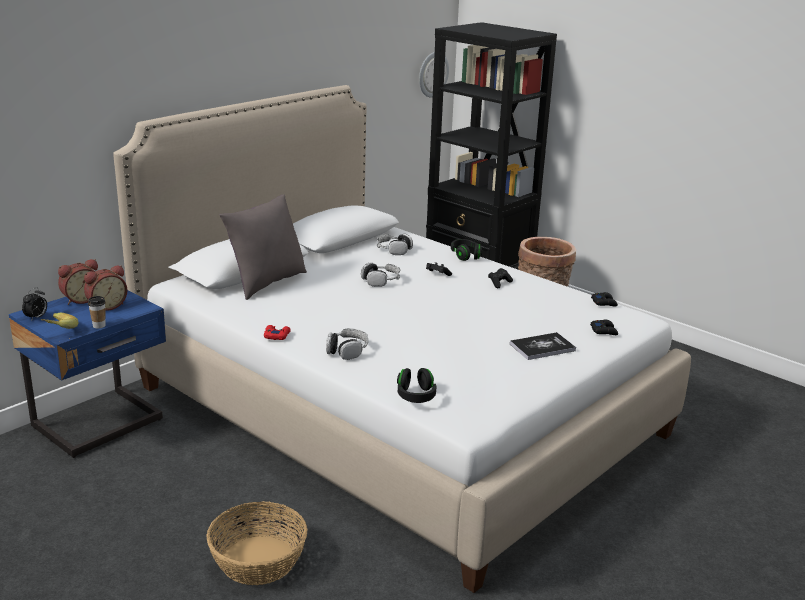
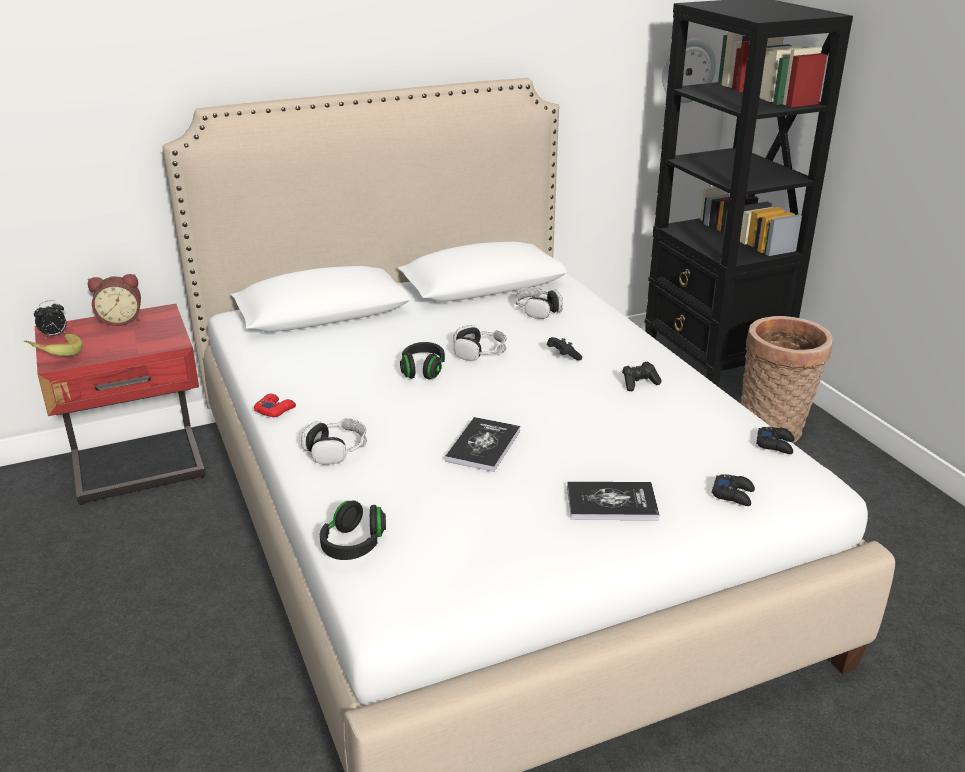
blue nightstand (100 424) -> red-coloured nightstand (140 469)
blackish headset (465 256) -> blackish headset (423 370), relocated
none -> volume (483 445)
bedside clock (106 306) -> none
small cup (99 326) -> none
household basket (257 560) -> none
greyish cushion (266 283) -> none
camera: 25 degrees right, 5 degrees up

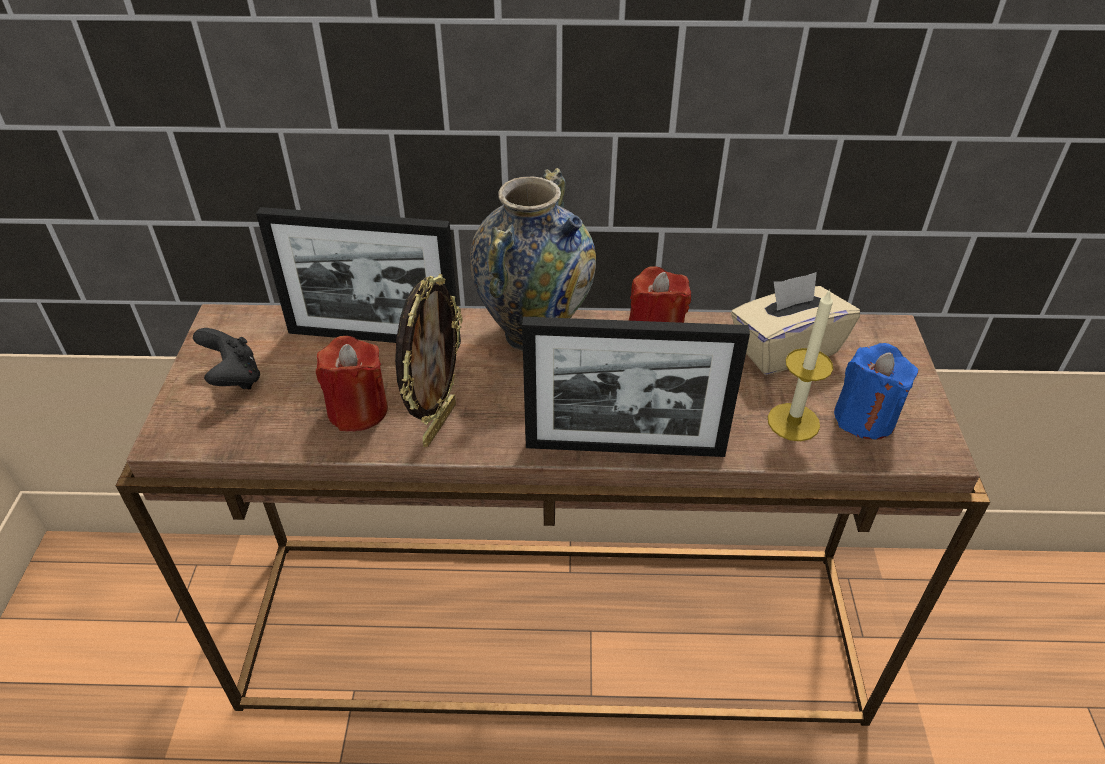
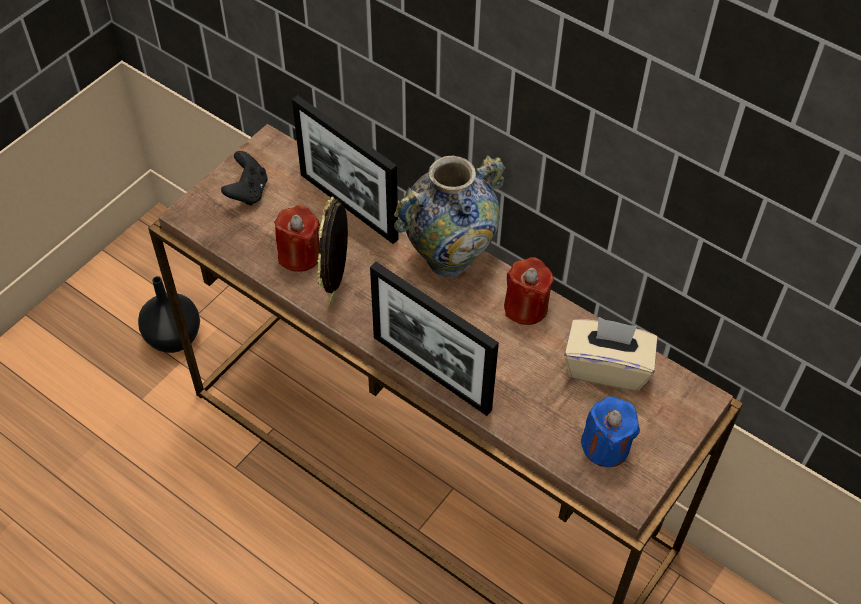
none -> blackish vase (174 337)
photo frame (437 423) -> photo frame (337 291), 135 degrees clockwise
wax light (793 422) -> none
camera: 35 degrees right, 10 degrees up

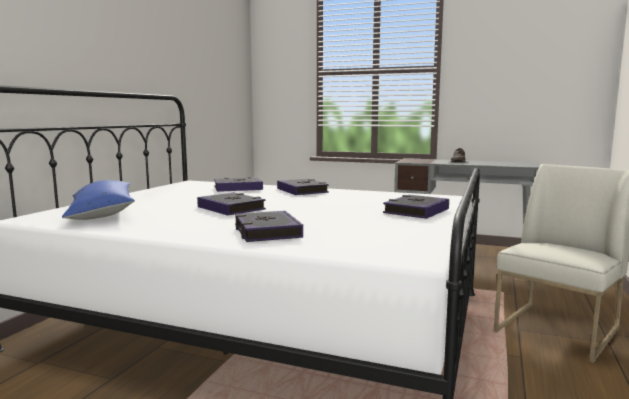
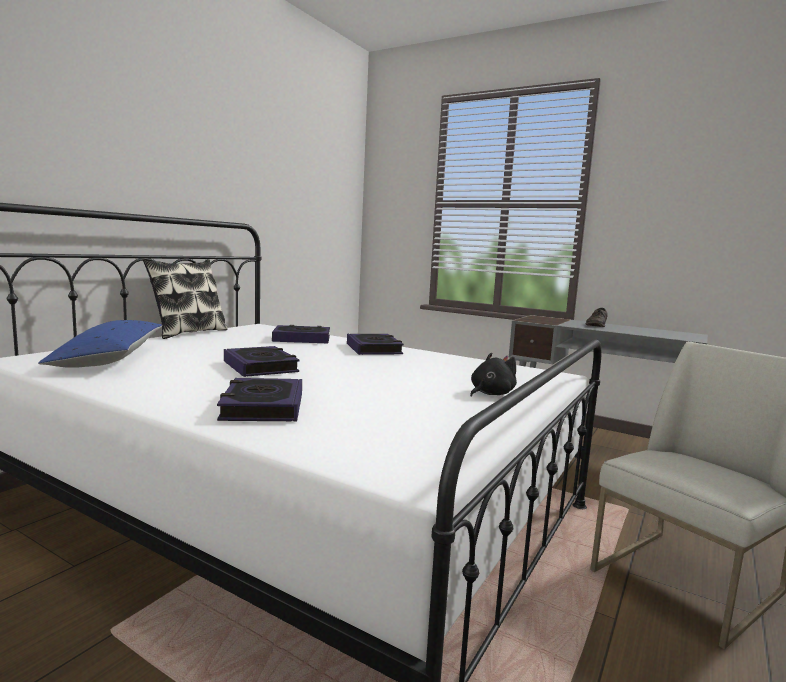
none -> cushion (188 333)
volume (416 211) -> blackish cuddly toy (490 394)
camera: 10 degrees right, 0 degrees up

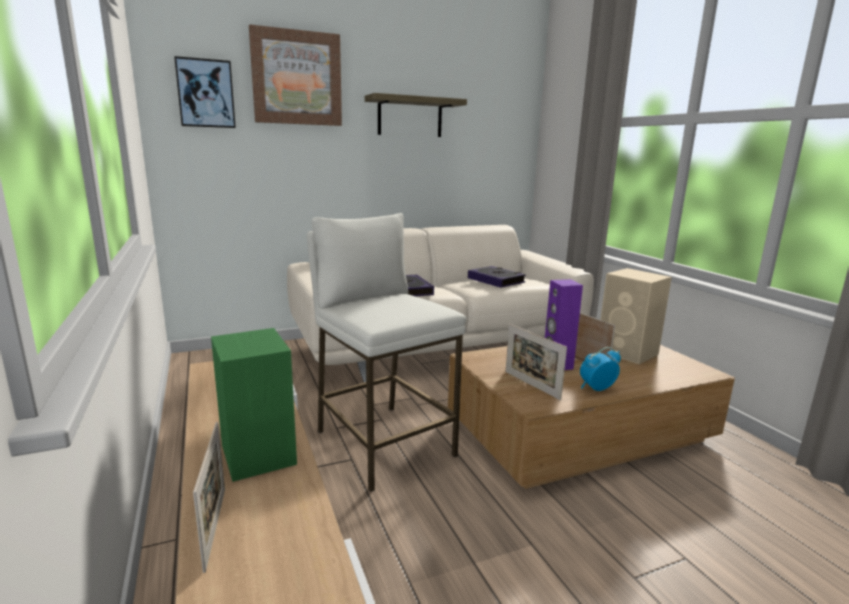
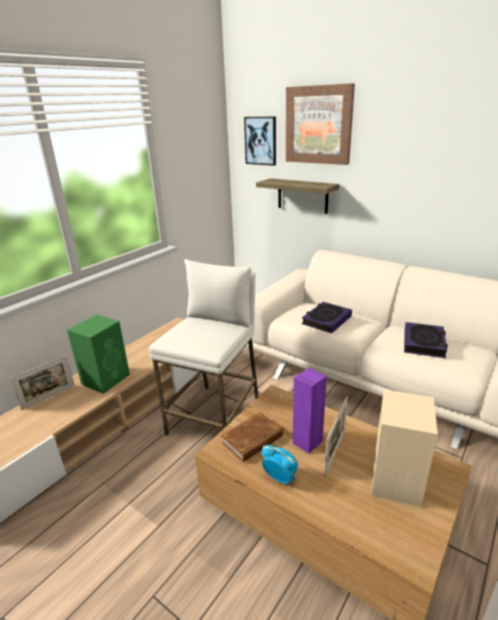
photo frame (531 385) -> brownish volume (253 439)
shelf (410 117) -> shelf (302 195), relocated
camera: 60 degrees right, 10 degrees up

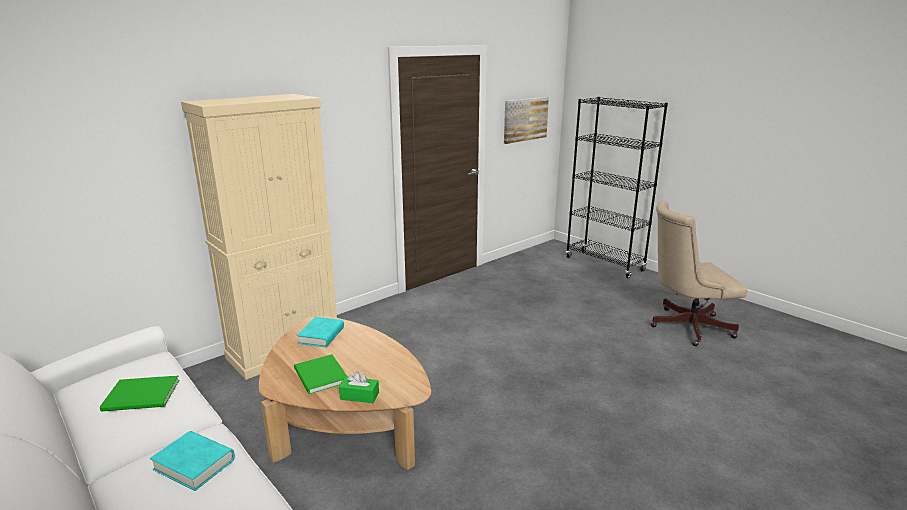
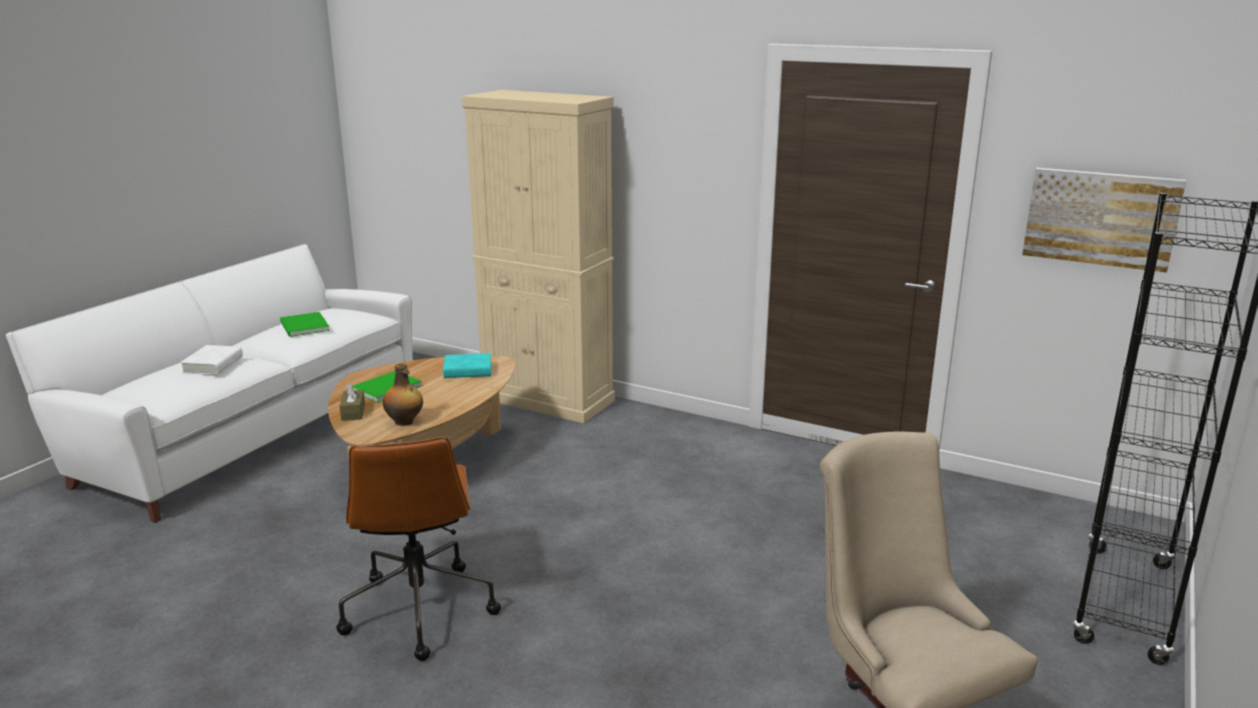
turquoise volume (194 464) -> white-coloured volume (213 365)
none -> brownish computer chair (418 609)
green-coloured box of tissues (359 396) -> brownish box of tissues (353 412)
none -> beverage bottle (404 422)
camera: 70 degrees right, 0 degrees up

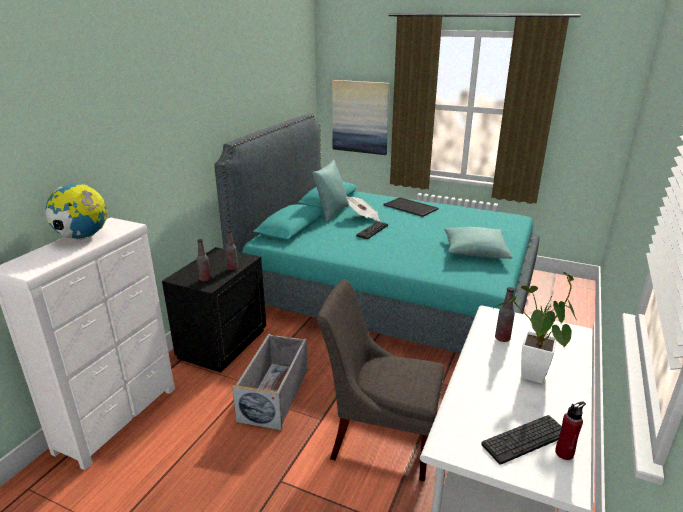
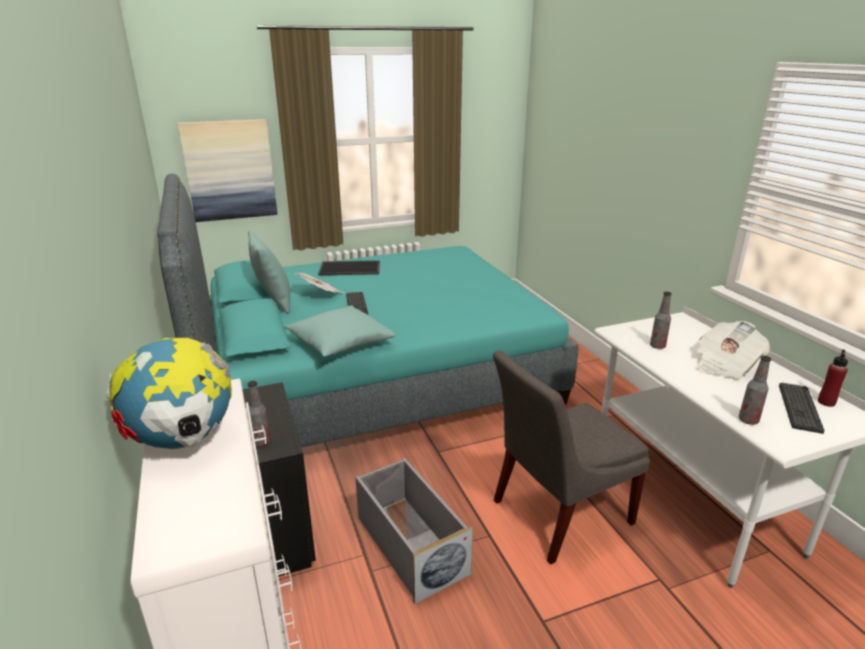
turquoise cushion (475 251) -> turquoise cushion (340 343), relocated
potted plant (531 379) -> printed paper (725 365)
beverage bottle (232 268) -> beverage bottle (748 420), relocated
camera: 45 degrees left, 0 degrees up

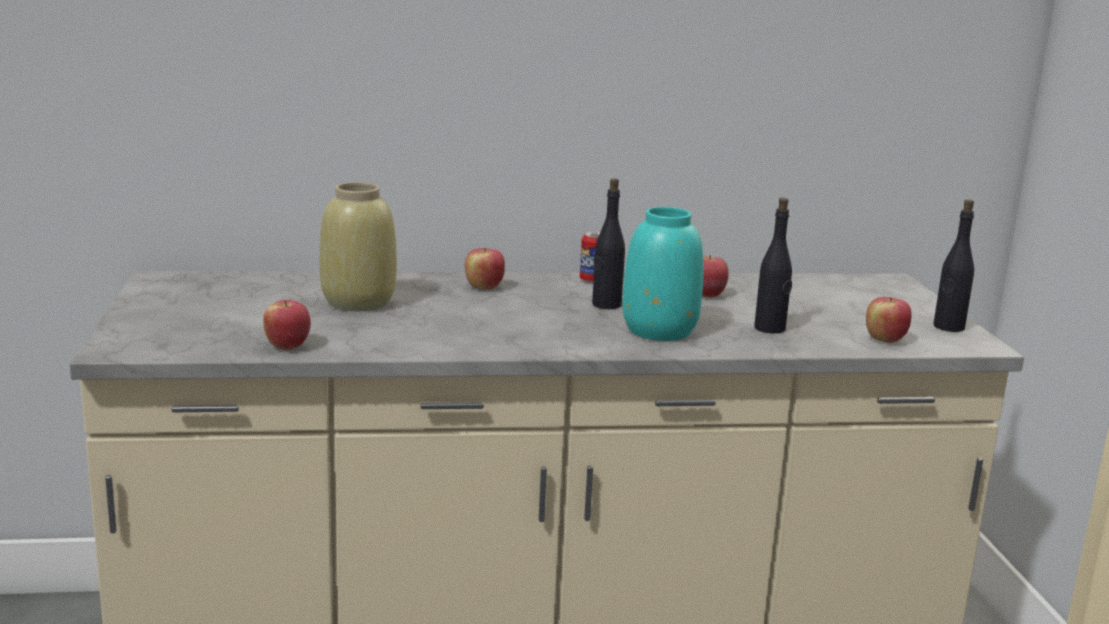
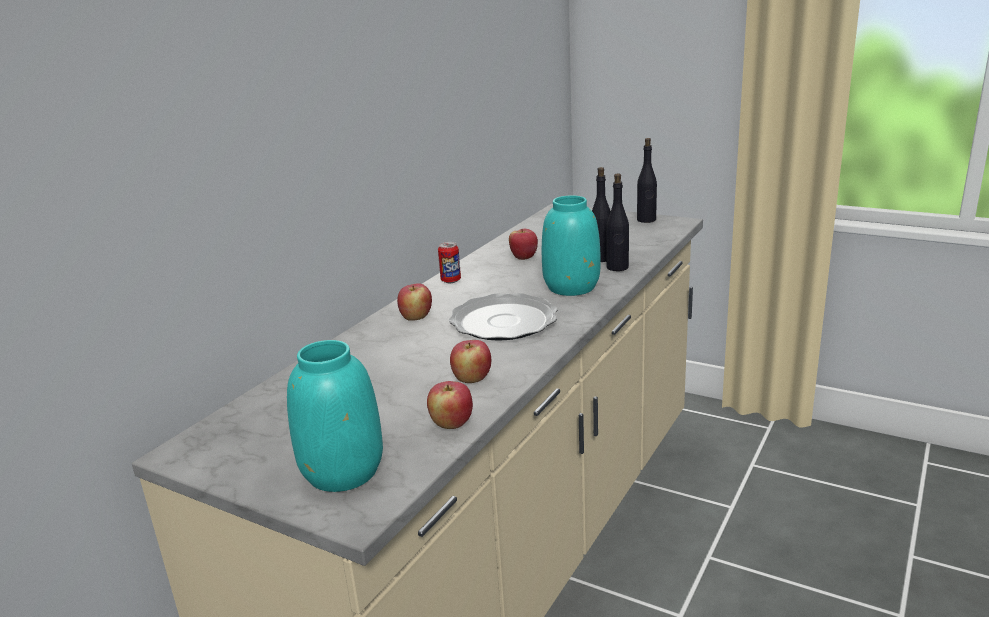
none -> turquoise vase (344 471)
none -> dinner plate (504 321)
apple (885 340) -> apple (472 379), relocated
blackish beverage bottle (606 305) -> blackish beverage bottle (617 267), relocated
sand-coloured vase (357 302) -> none
camera: 50 degrees left, 5 degrees up

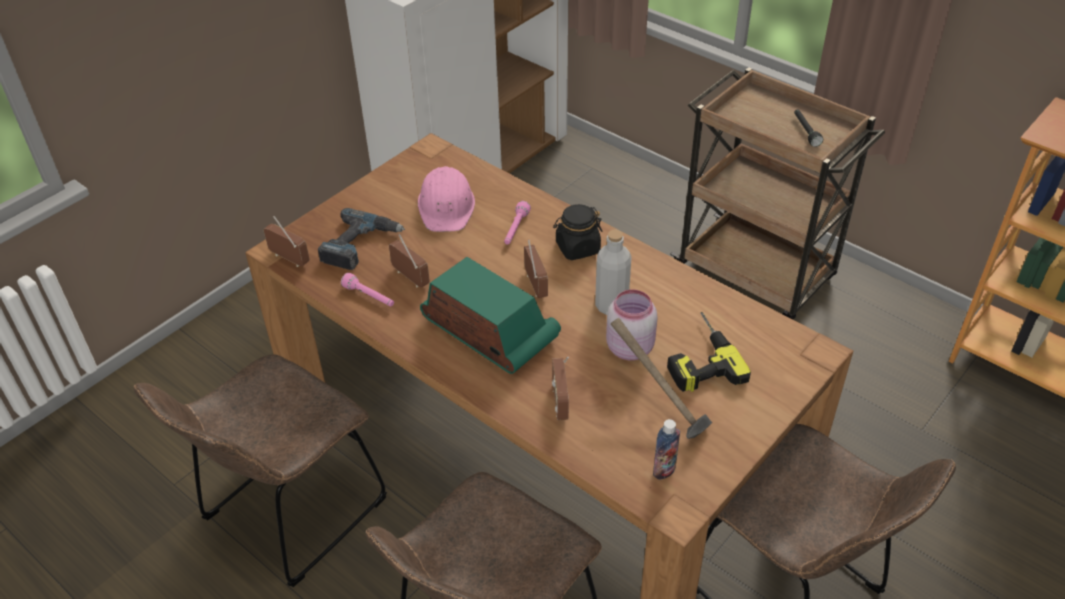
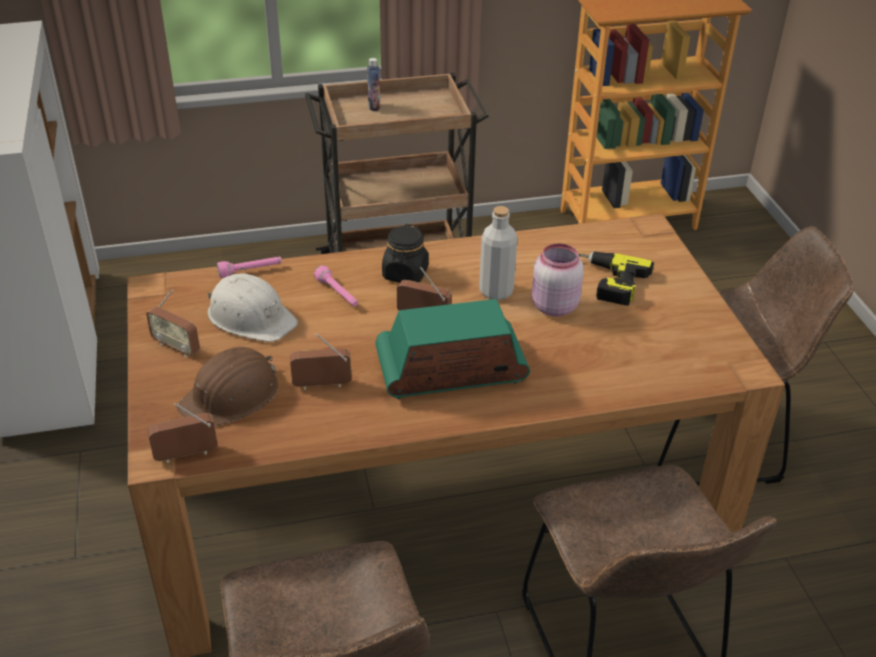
radio (561 403) -> radio (176 347), relocated
power drill (360 245) -> brownish work helmet (232 396)
pink work helmet (446 206) -> white-coloured work helmet (251 317)
pink torch (369 297) -> pink torch (250 271), relocated
beverage bottle (664 470) -> beverage bottle (374 107), relocated
hammer (658 410) -> none
blackish torch (805 131) -> none
camera: 55 degrees left, 5 degrees down

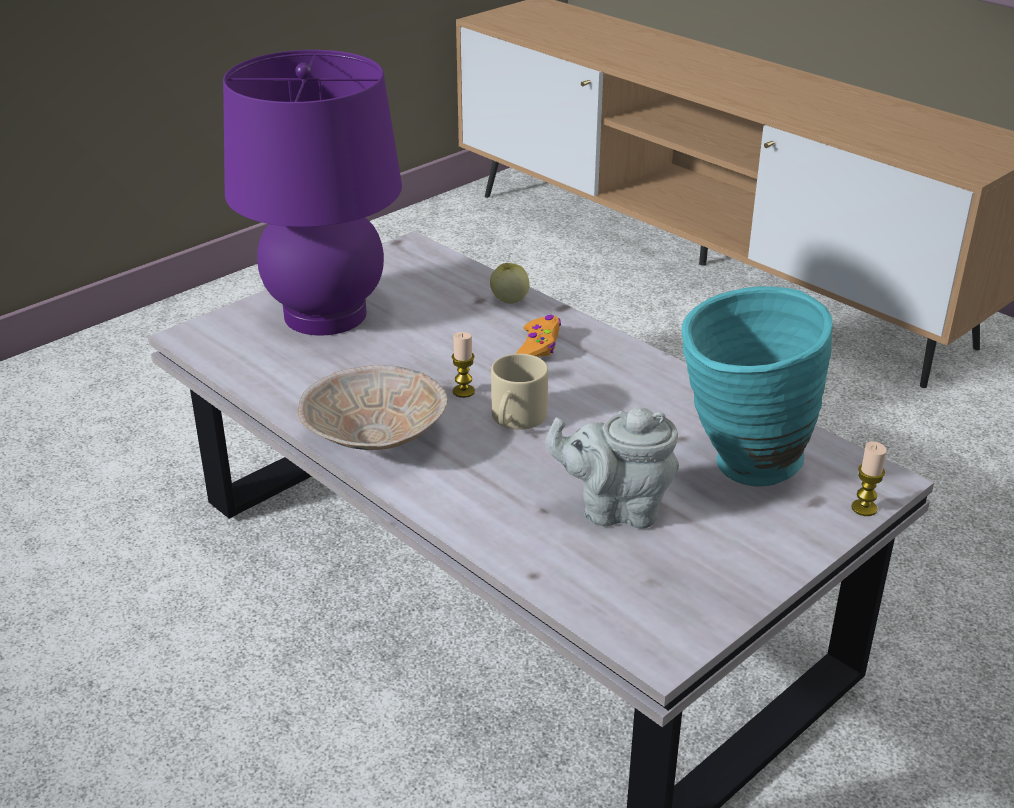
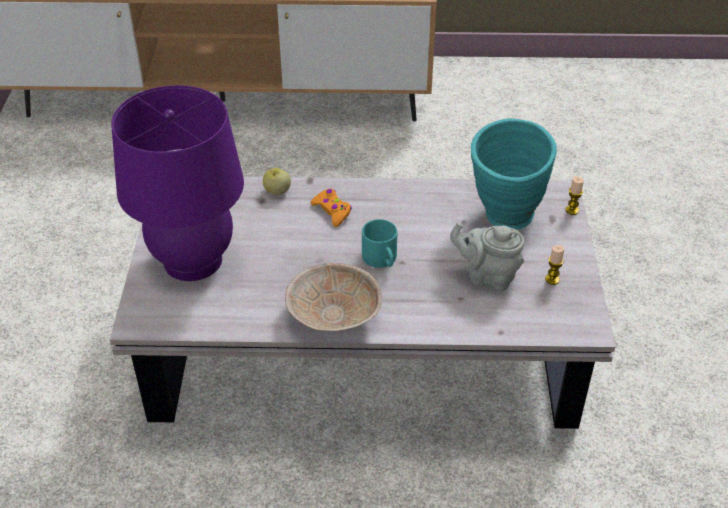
sand-coloured coffee mug (516 420) -> turquoise coffee mug (382 259)
greyish pot for tea (615 509) -> greyish pot for tea (487 277), 60 degrees clockwise
wax light (463 391) -> wax light (552 279), relocated
camera: 45 degrees left, 10 degrees up

